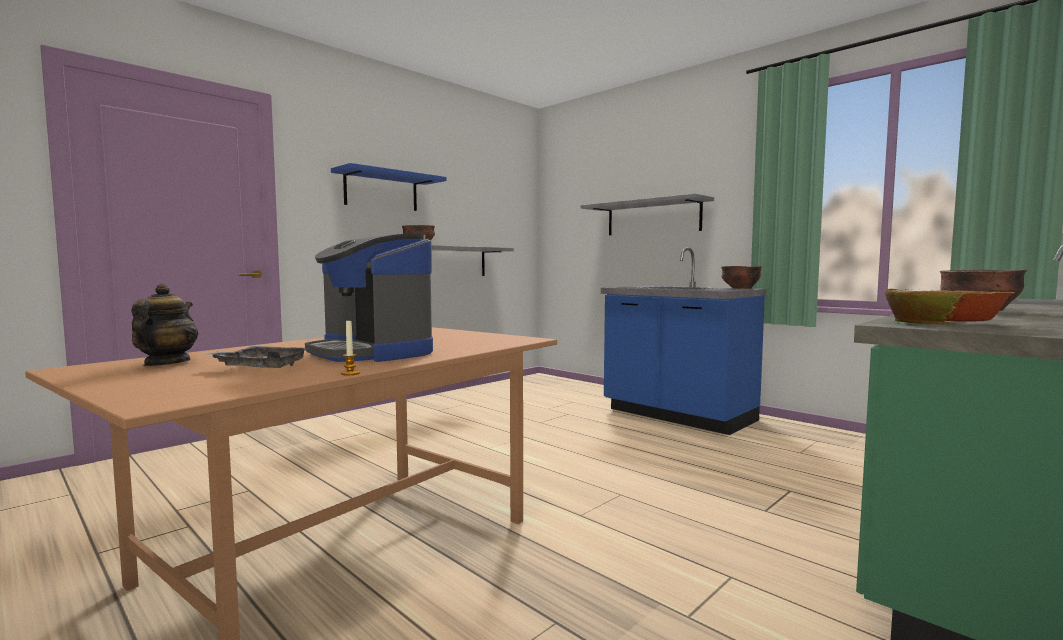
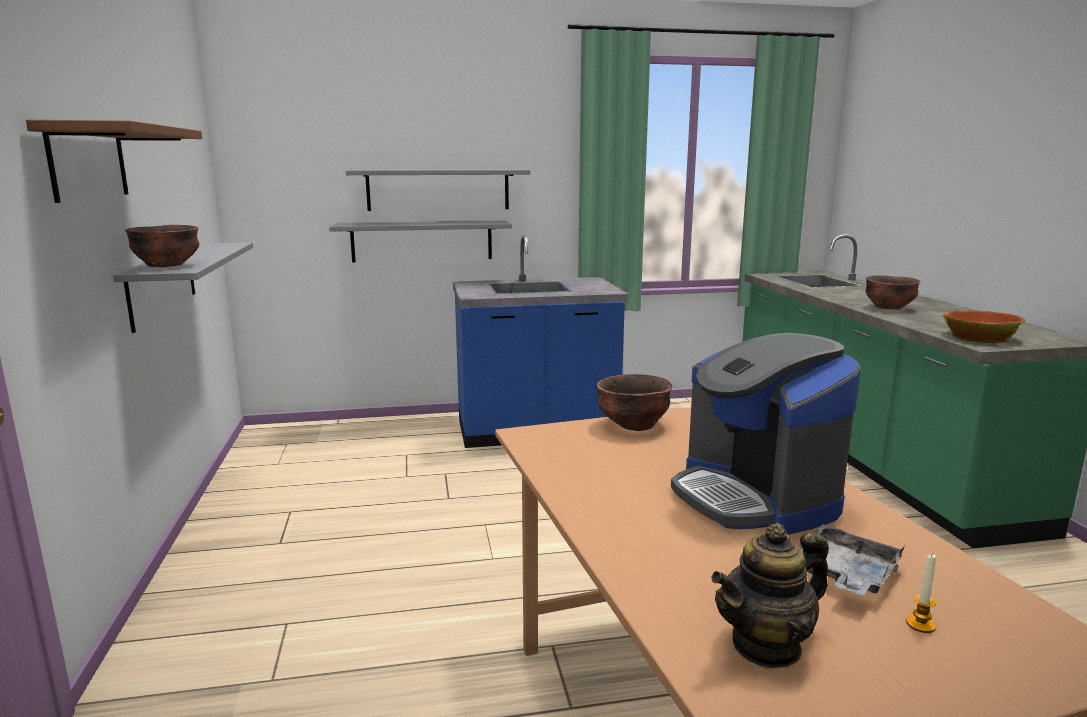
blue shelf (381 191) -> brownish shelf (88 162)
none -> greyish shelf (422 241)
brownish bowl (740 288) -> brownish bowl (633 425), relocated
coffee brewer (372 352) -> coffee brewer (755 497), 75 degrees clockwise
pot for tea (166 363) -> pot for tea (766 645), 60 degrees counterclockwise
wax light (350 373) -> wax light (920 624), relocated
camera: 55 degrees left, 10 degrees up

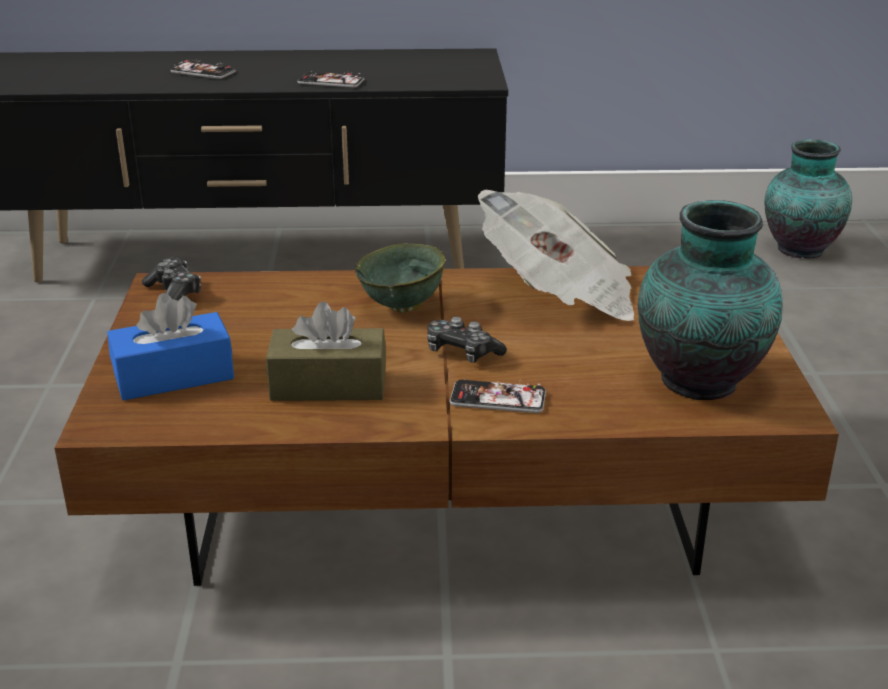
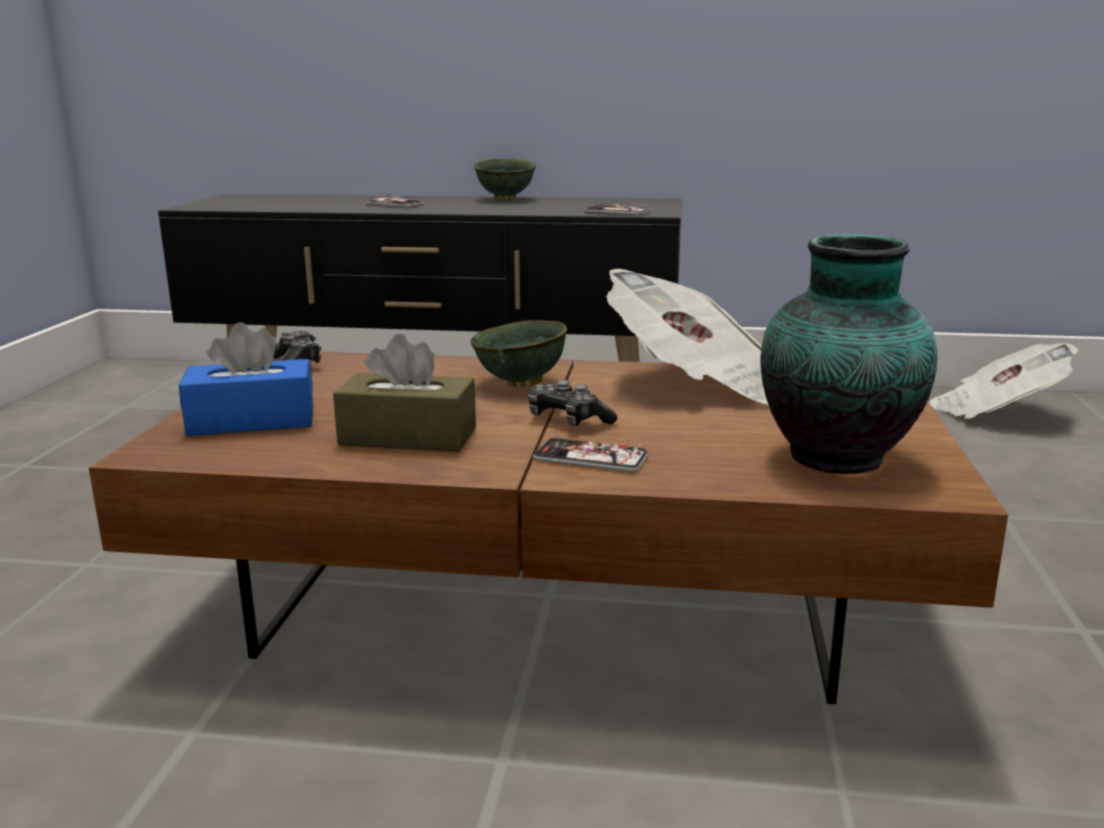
none -> green-coloured bowl (506 198)
phone (331 82) -> phone (617 212), relocated
vase (798 250) -> printed paper (996 412)
camera: 10 degrees right, 10 degrees down

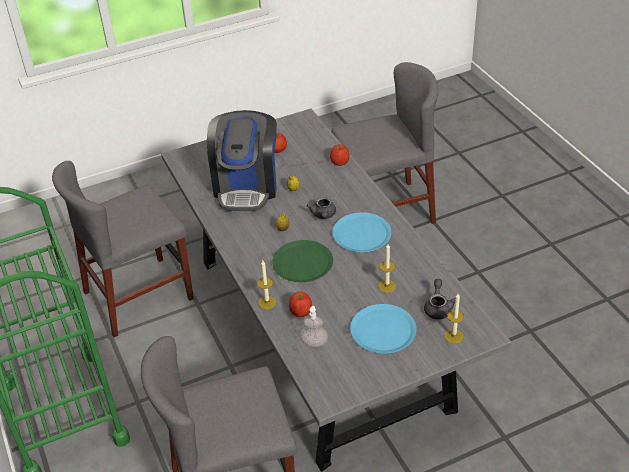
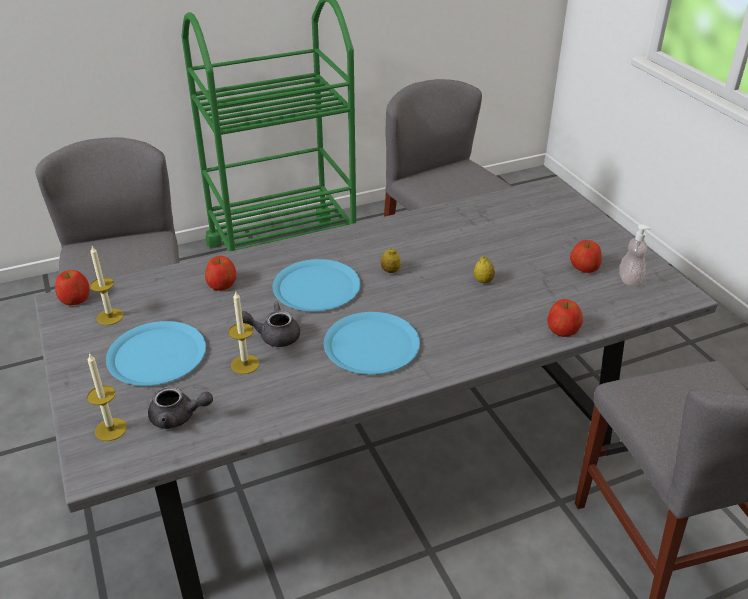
none -> apple (75 298)
wax light (267 302) -> wax light (110 317), relocated
greyish pot for tea (323 215) -> greyish pot for tea (274 336), relocated
green-coloured dinner plate (302 262) -> blue dinner plate (316 287)
liquid soap bottle (314 342) -> liquid soap bottle (629 280), relocated
coffee brewer (246 186) -> none
camera: 90 degrees right, 5 degrees down

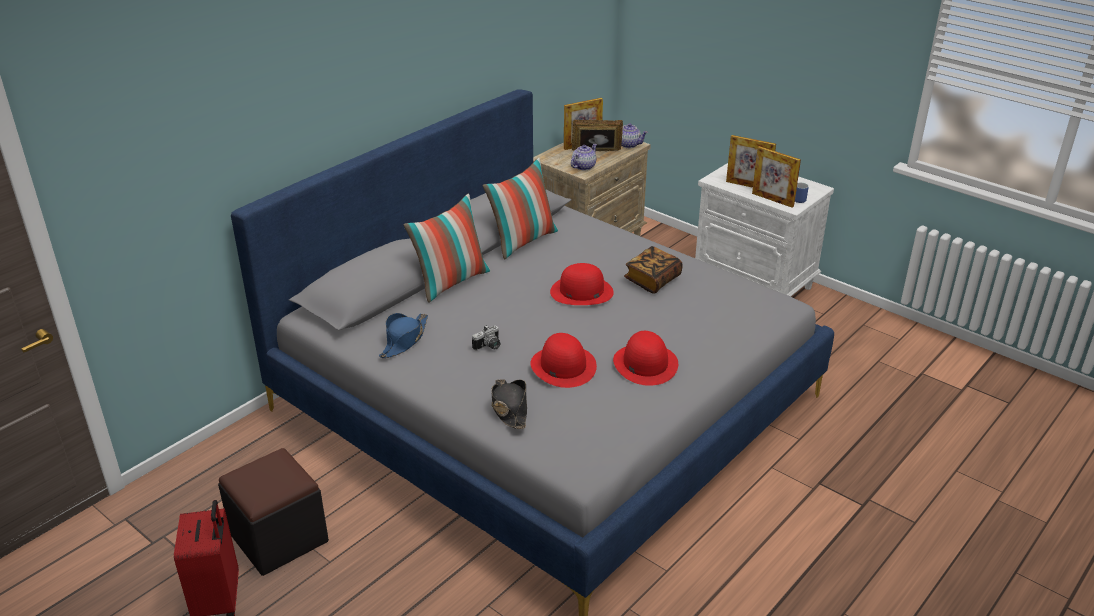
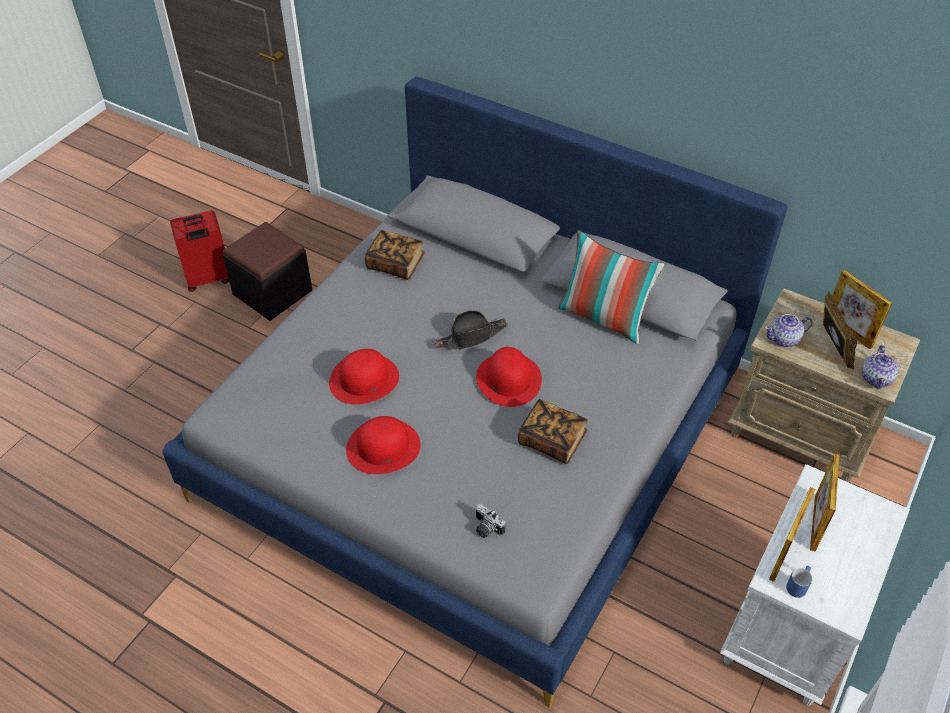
blue wearable hat (404 340) -> volume (395 264)
blackish wearable hat (509 408) -> blackish wearable hat (471 336), relocated
still camera (489 347) -> still camera (485 528), relocated
pot for tea (583 167) -> pot for tea (784 339), 135 degrees clockwise
cushion (451 282) -> none
camera: 80 degrees right, 15 degrees up

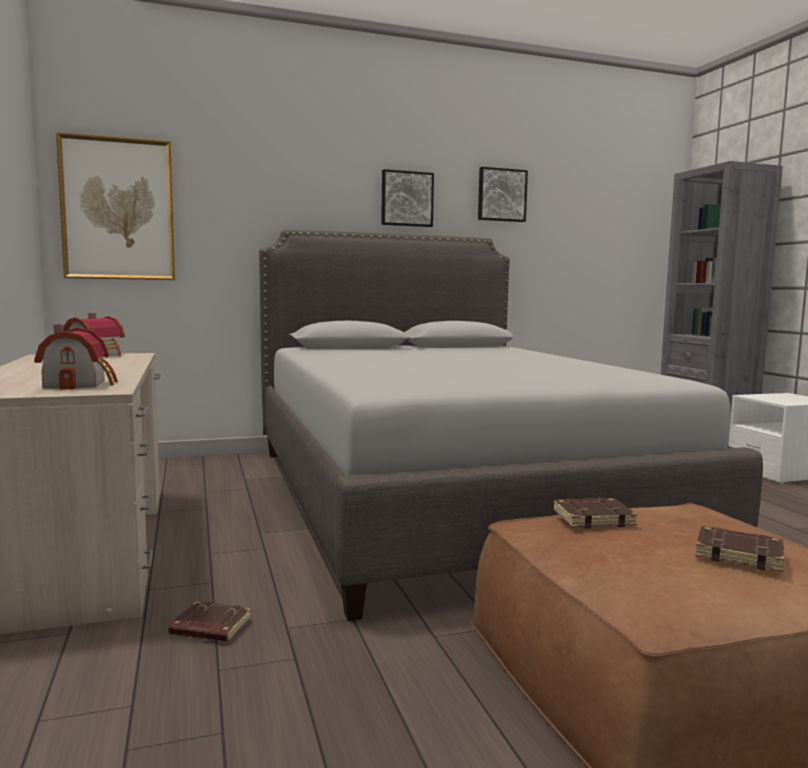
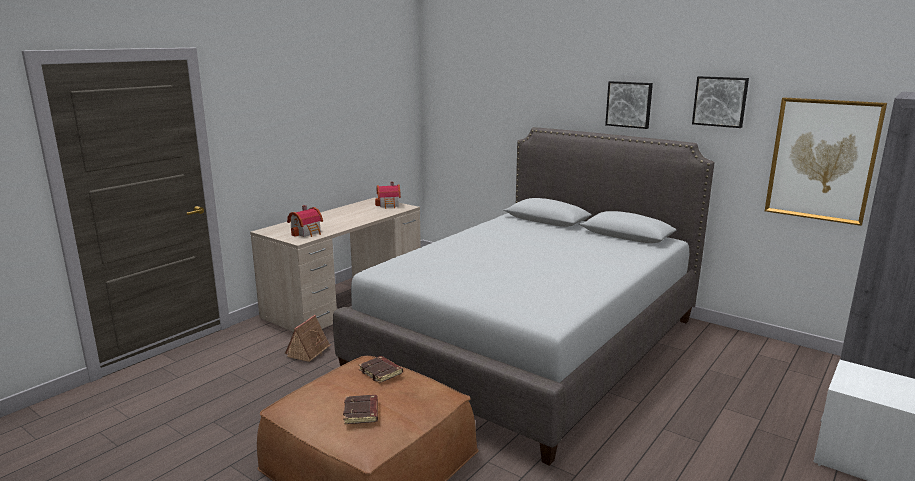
brownish volume (209 628) -> toy house (309 351)
picture (118 209) -> picture (822 160), relocated
camera: 55 degrees right, 10 degrees up

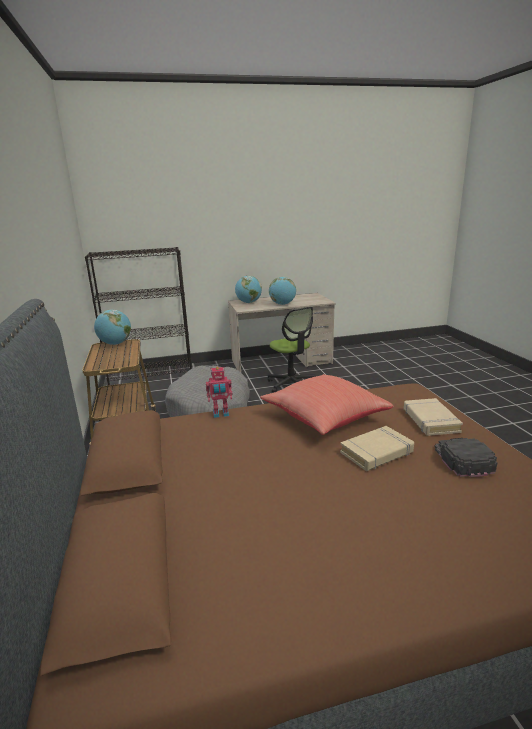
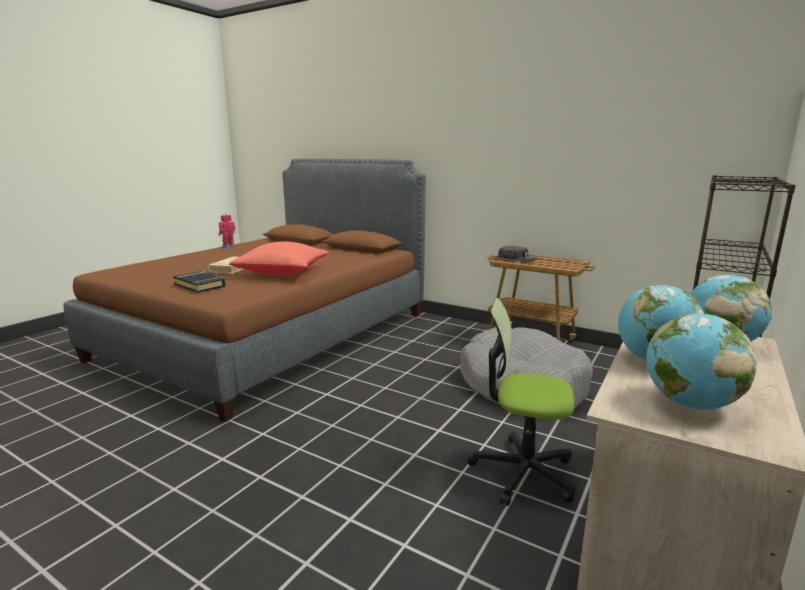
sand-coloured volume (430 420) -> blackish volume (200 285)
model robot (221 414) -> model robot (228 246), relocated
blackish cap (462 459) -> blackish cap (517 258), relocated
world globe (115 344) -> world globe (690 404), relocated
camera: 135 degrees right, 5 degrees down

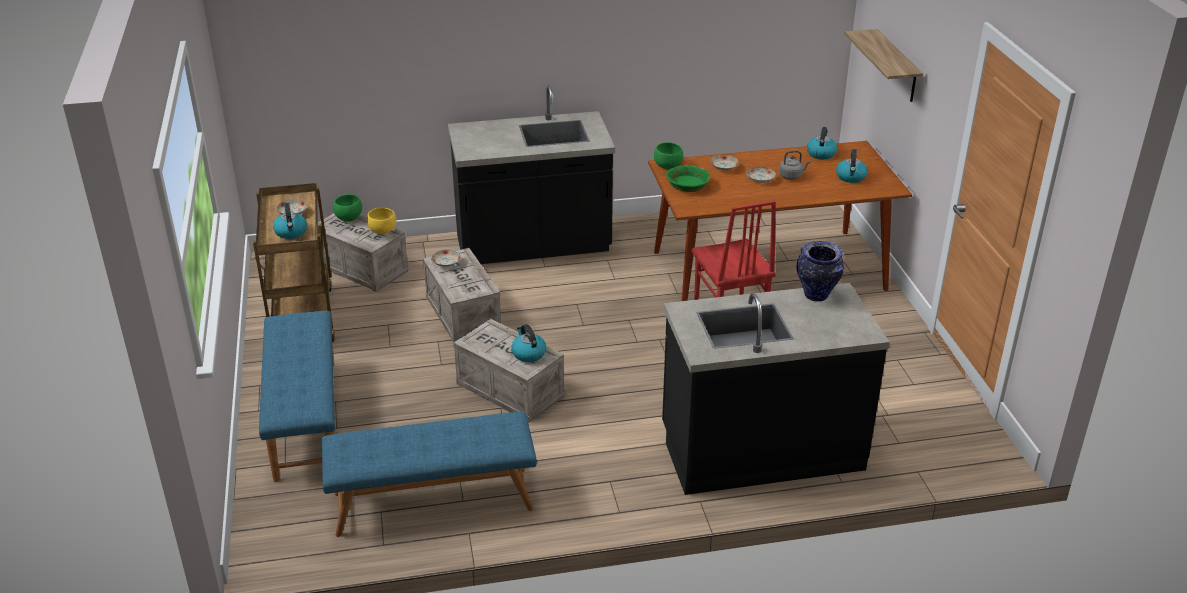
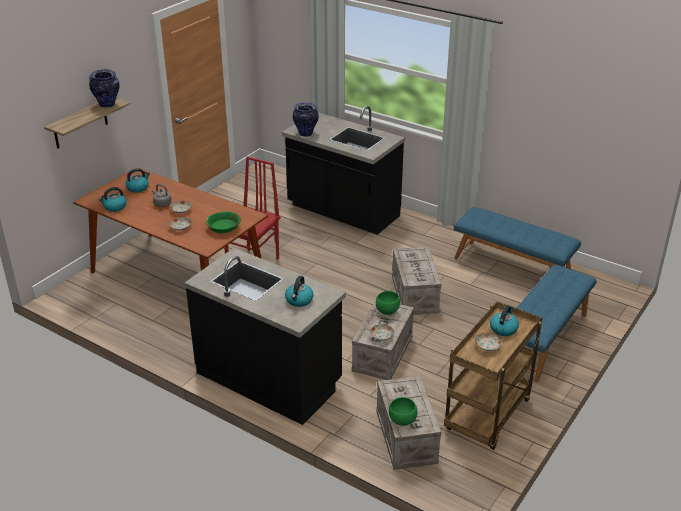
none -> vase (107 105)
tea kettle (528 353) -> tea kettle (299 300), relocated
green-coloured bowl (668 167) -> green-coloured bowl (386 311), relocated
yellow bowl (383 231) -> none
camera: 135 degrees left, 0 degrees up

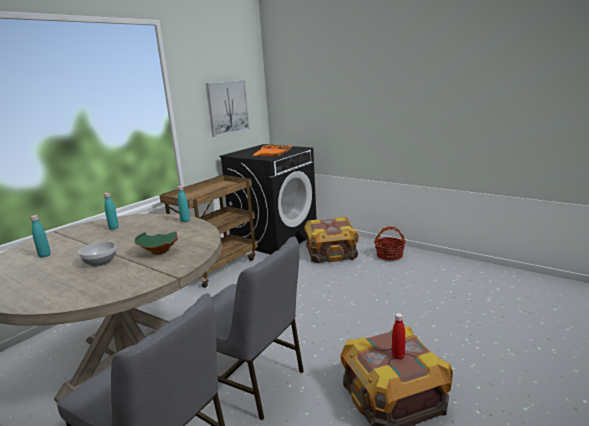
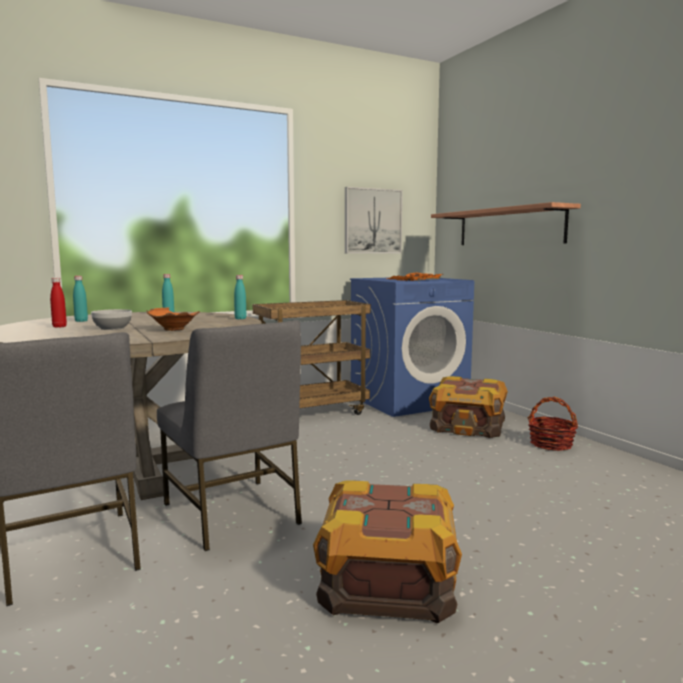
red-coloured beverage bottle (398 356) -> red-coloured beverage bottle (59 326), relocated
green-coloured bowl (159 252) -> orange-coloured bowl (172 329)
blackish laundry appliance (274 238) -> blue laundry appliance (408 400)
none -> shelf (509 227)
camera: 25 degrees right, 10 degrees down

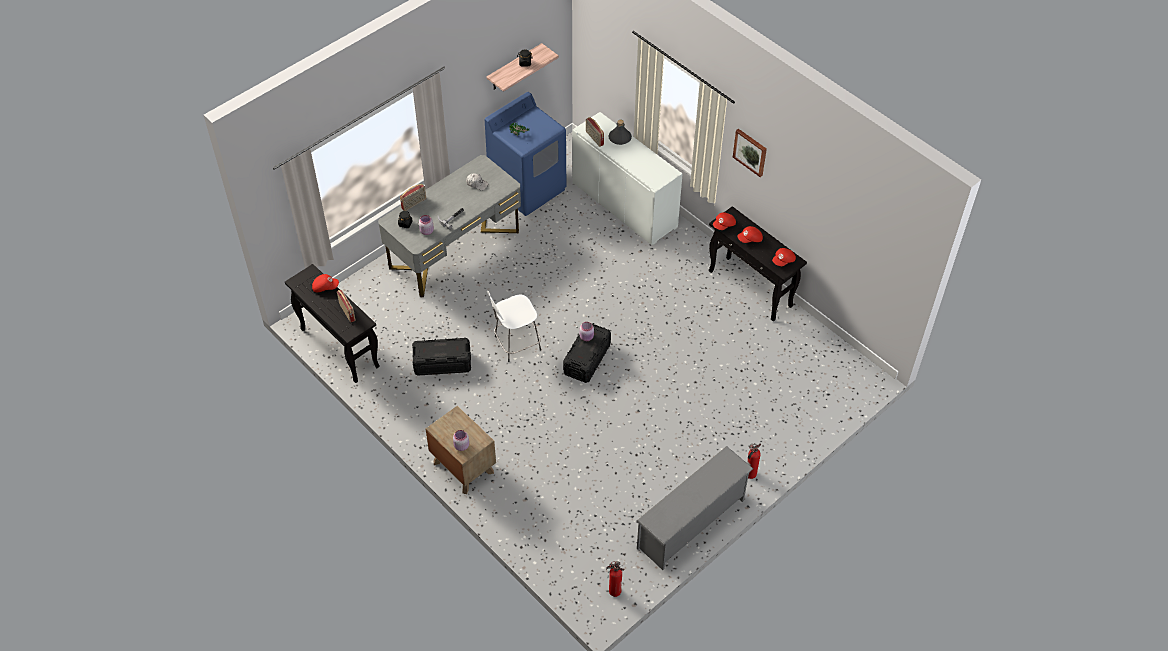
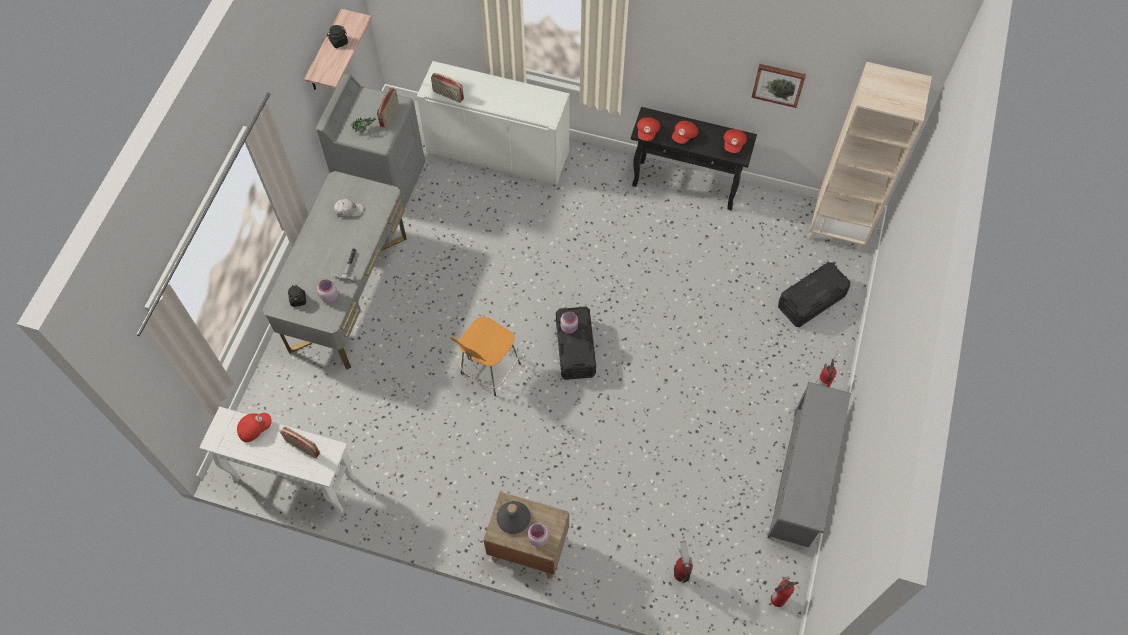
blackish console table (339 347) -> white-coloured console table (293 479)
blue laundry appliance (528 188) -> greyish laundry appliance (382 181)
radio (414 204) -> radio (390 115), relocated
white-coloured stool (516 344) -> orange-coloured stool (489 370)
greyish beverage bottle (619 138) -> greyish beverage bottle (513 518), relocated
none -> extinguisher (680 574)
picture (750 152) -> picture (778 84), relocated
blackish storage box (442 363) -> blackish storage box (811 301), relocated
none -> sand-coloured bookshelf (838 227)
camera: 30 degrees left, 10 degrees up

